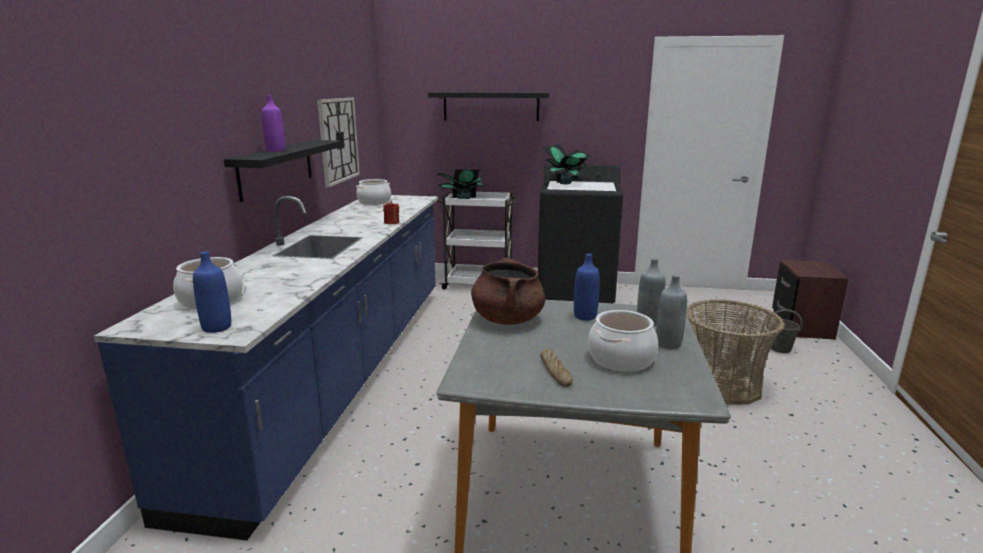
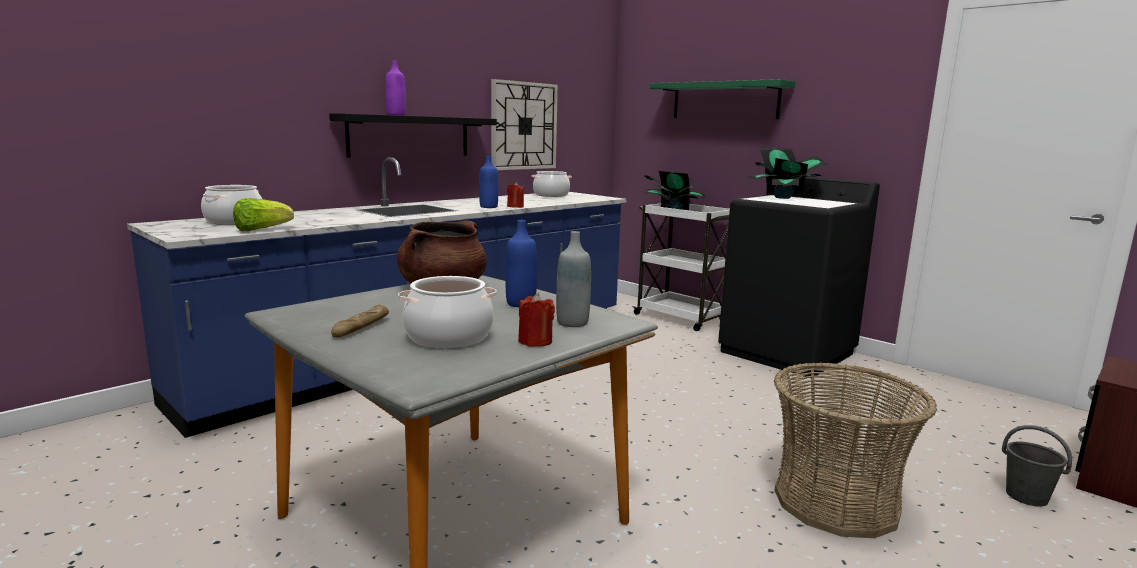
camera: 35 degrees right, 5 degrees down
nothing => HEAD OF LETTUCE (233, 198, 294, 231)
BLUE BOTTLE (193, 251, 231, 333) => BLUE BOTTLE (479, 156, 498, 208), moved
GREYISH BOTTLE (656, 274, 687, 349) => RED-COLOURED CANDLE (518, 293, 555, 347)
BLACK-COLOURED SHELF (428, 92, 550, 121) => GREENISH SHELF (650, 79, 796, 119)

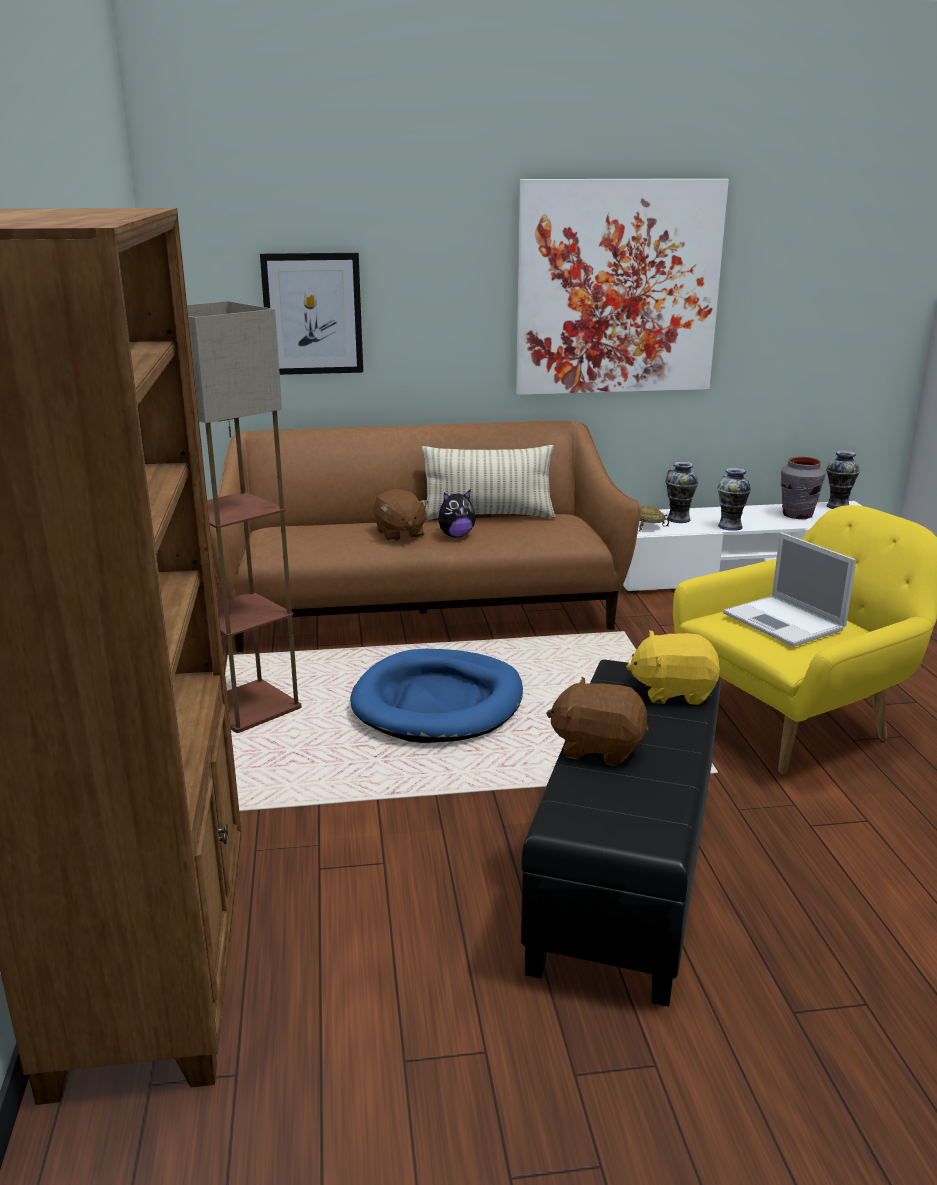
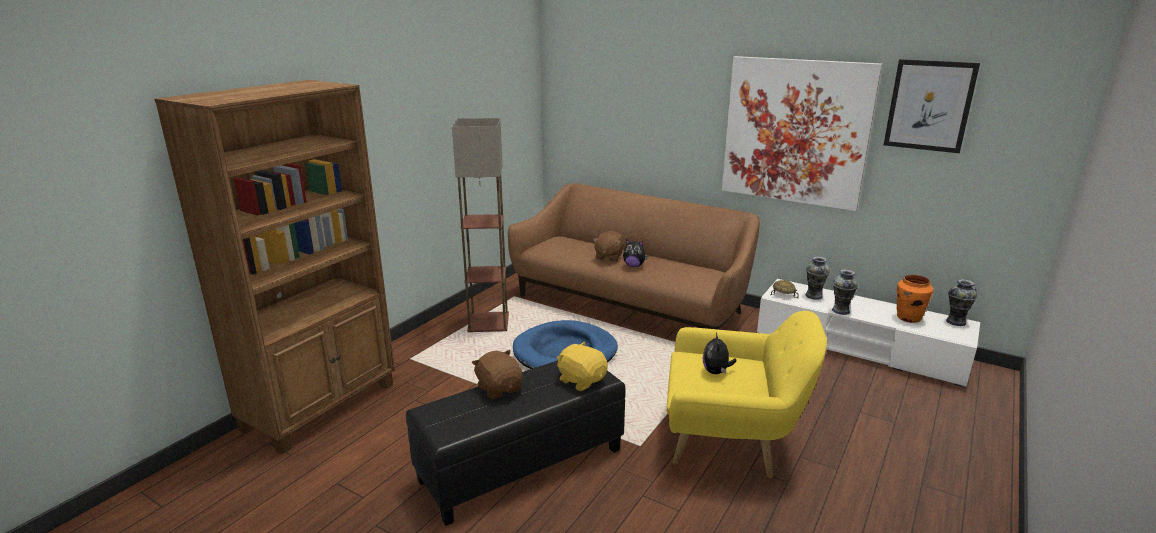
camera: 40 degrees right, 0 degrees up
THROW PILLOW (422, 445, 555, 520) => nothing
PICTURE (260, 253, 363, 375) => PICTURE (884, 59, 980, 153), moved
NOTEBOOK COMPUTER (723, 532, 856, 647) => SOFT TOY (702, 332, 736, 374)
GREYISH VASE (781, 457, 825, 519) => ORANGEY VASE (896, 275, 934, 323)

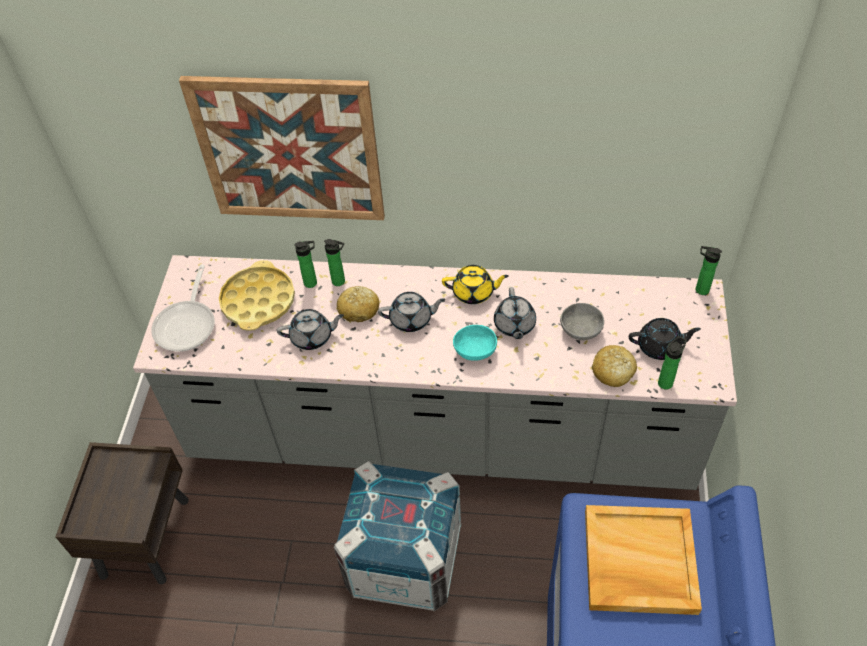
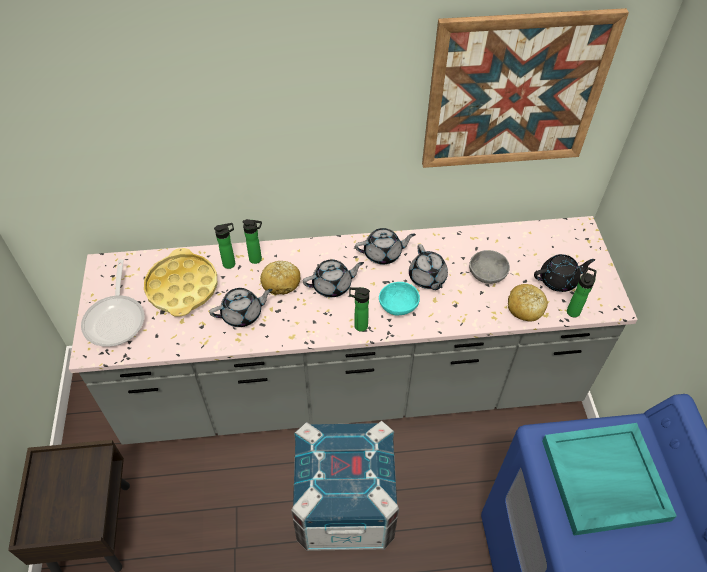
camera: 15 degrees left, 0 degrees up
PICTURE (179, 76, 385, 220) => PICTURE (422, 8, 629, 168), moved
BOTTLE (696, 246, 722, 295) => BOTTLE (349, 287, 370, 332), moved
YELLOWISH TEAPOT (442, 265, 509, 304) => GREYISH TEAPOT (355, 228, 416, 264)
BEIGE SERVING TRAY (585, 505, 702, 615) => TURQUOISE SERVING TRAY (542, 423, 677, 536)

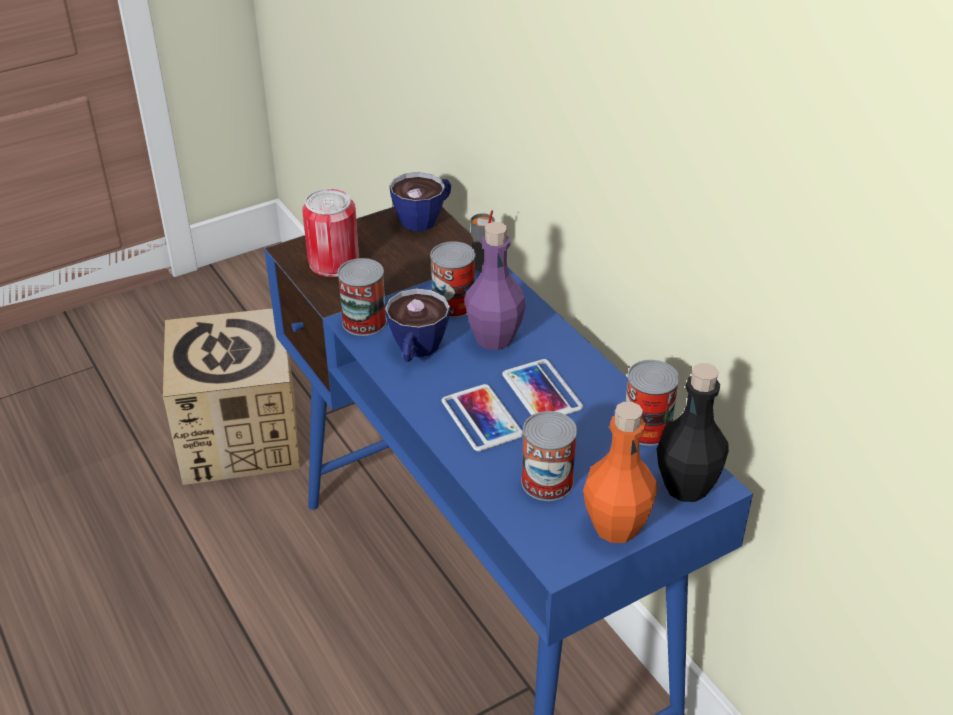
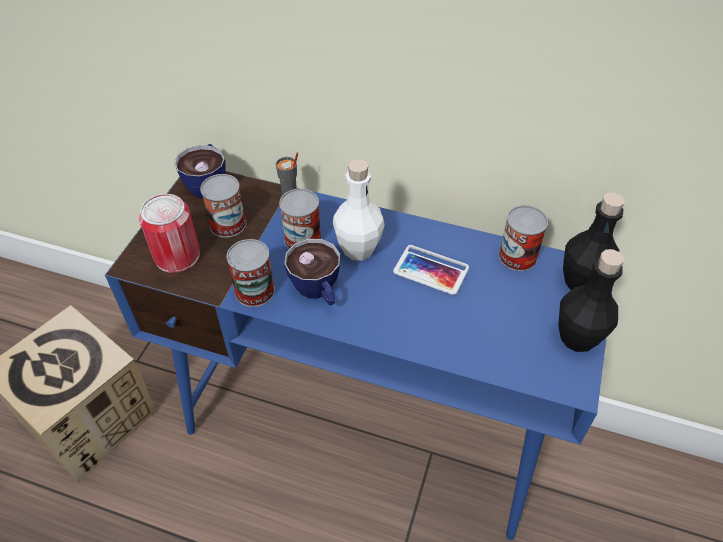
camera: 40 degrees left, 10 degrees up
TELEPHONE (442, 384, 523, 451) => nothing
METAL CAN (521, 411, 577, 501) => METAL CAN (200, 174, 246, 238), moved
PURPLE-COLOURED BOTTLE (464, 222, 526, 350) => WHITISH BOTTLE (333, 159, 385, 261)
ORANGEY BOTTLE (583, 402, 657, 543) => BLACK-COLOURED BOTTLE (558, 249, 624, 352)

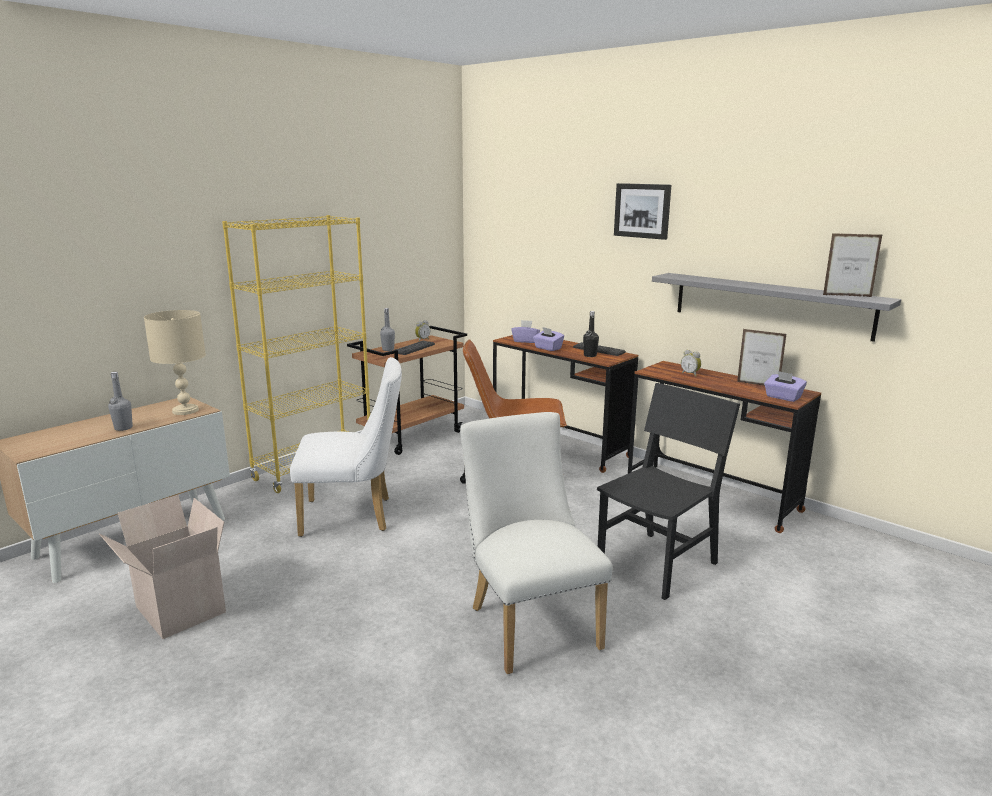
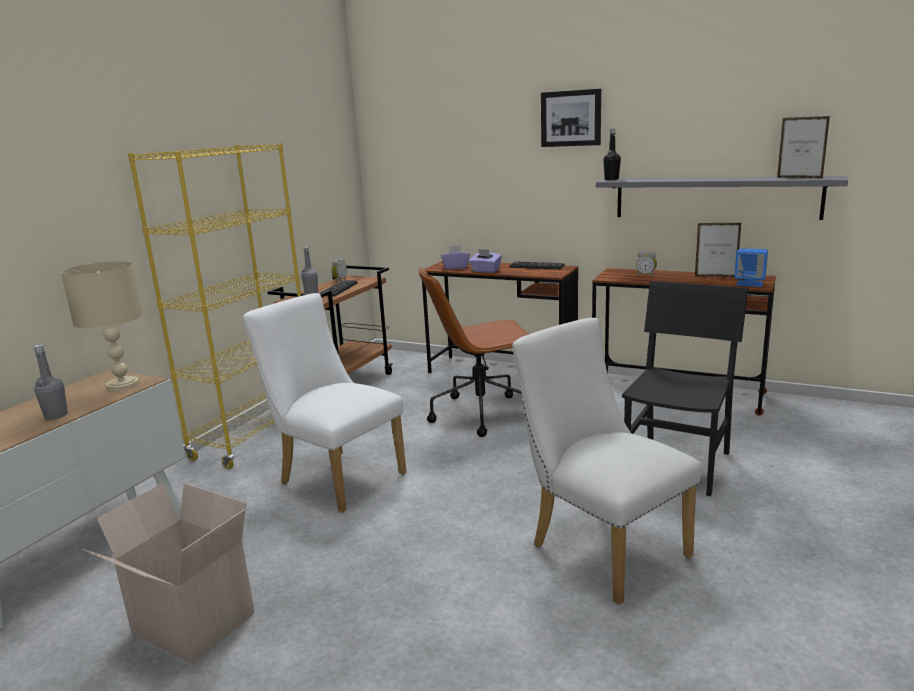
camera: 15 degrees left, 0 degrees up
BLACK-COLOURED BOTTLE (583, 311, 599, 357) => BLACK-COLOURED BOTTLE (603, 129, 621, 180), moved
PURPLE-COLOURED TISSUE BOX (764, 371, 807, 402) => BLUE SPEAKER (734, 249, 768, 287)
WHITISH PLAIN CHAIR (290, 357, 402, 537) => WHITISH PLAIN CHAIR (243, 293, 407, 513), 120 degrees counterclockwise
STANDING FRAME (823, 233, 882, 297) => STANDING FRAME (777, 116, 830, 178), 45 degrees clockwise

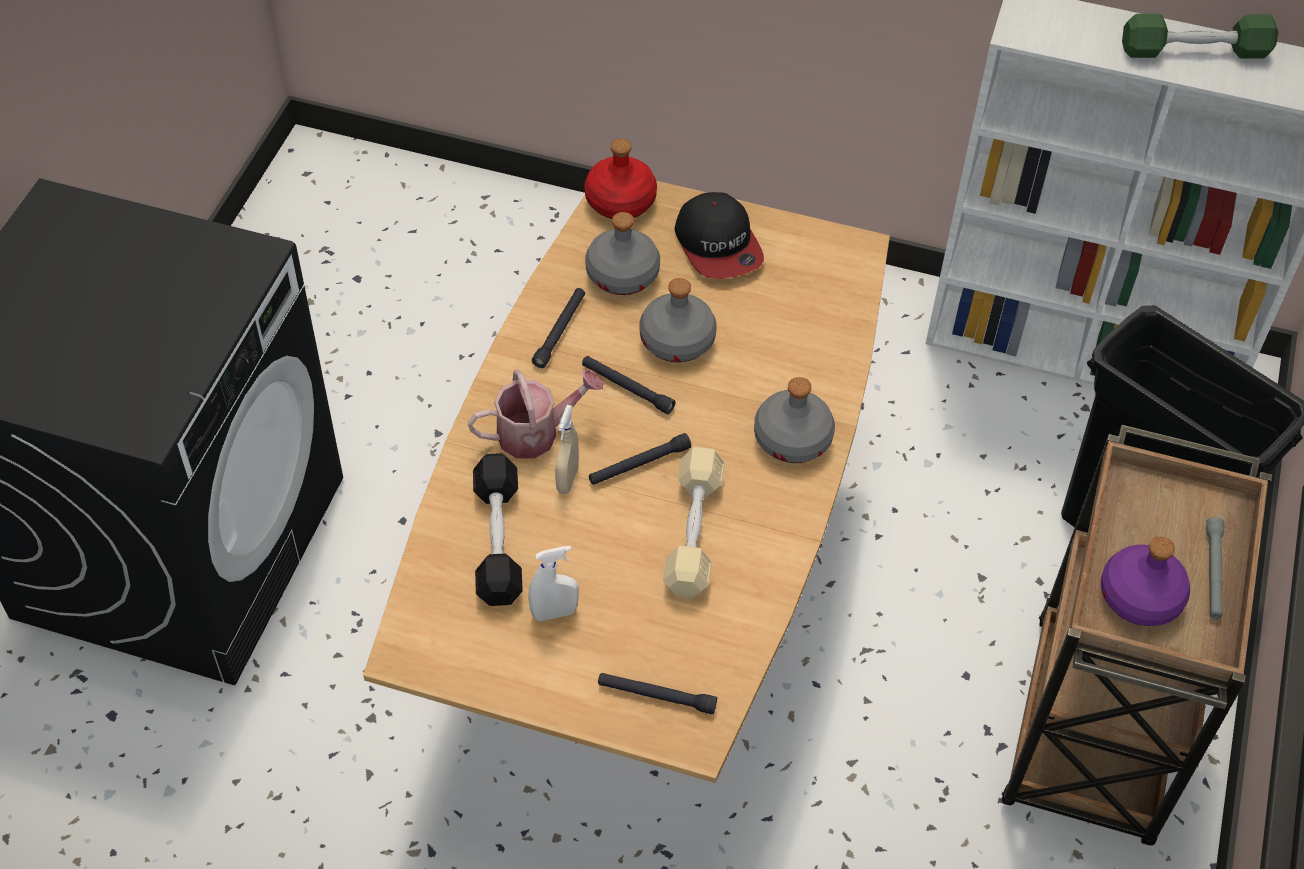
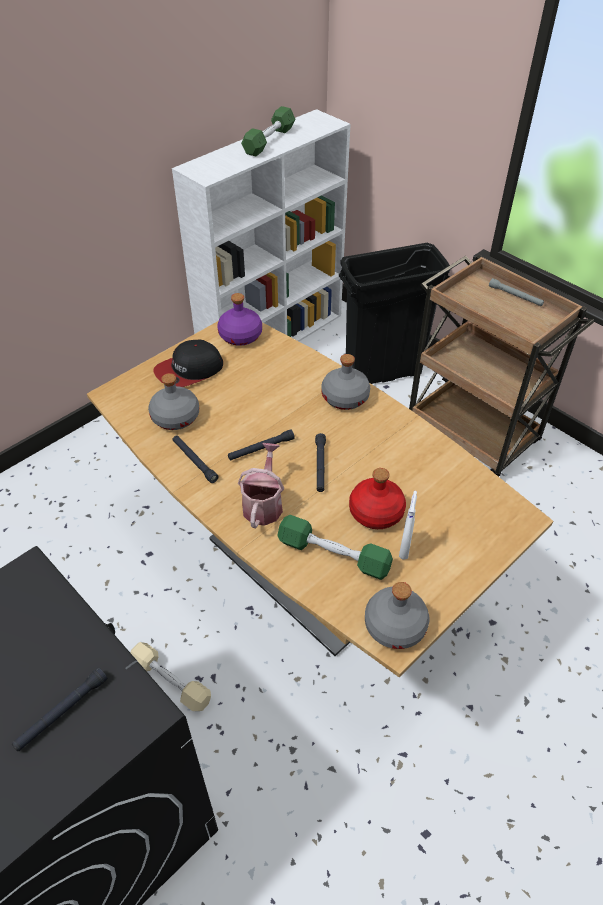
camera: 60 degrees left, 5 degrees down
BEIGE SPRAYER (555, 405, 579, 494) => nothing
RED-COLOURED BOTTLE (585, 138, 657, 219) => RED-COLOURED BOTTLE (349, 468, 406, 529), moved
BLACK-COLOURED HAND TORCH (598, 673, 717, 715) => BLACK-COLOURED HAND TORCH (12, 667, 108, 751), moved
GREYISH BOTTLE (639, 278, 717, 362) => GREYISH BOTTLE (365, 582, 429, 649), moved
BEIGE HAND WEIGHT (663, 447, 725, 599) => BEIGE HAND WEIGHT (130, 642, 211, 711), moved
PURPLE-COLOURED BOTTLE (1101, 537, 1190, 626) => PURPLE-COLOURED BOTTLE (217, 293, 262, 346), moved
BLACK-COLOURED HAND WEIGHT (473, 453, 523, 606) => GREENISH HAND WEIGHT (277, 515, 393, 580)
BASEBALL CAP (674, 192, 764, 279) => BASEBALL CAP (154, 340, 223, 387), 135 degrees clockwise

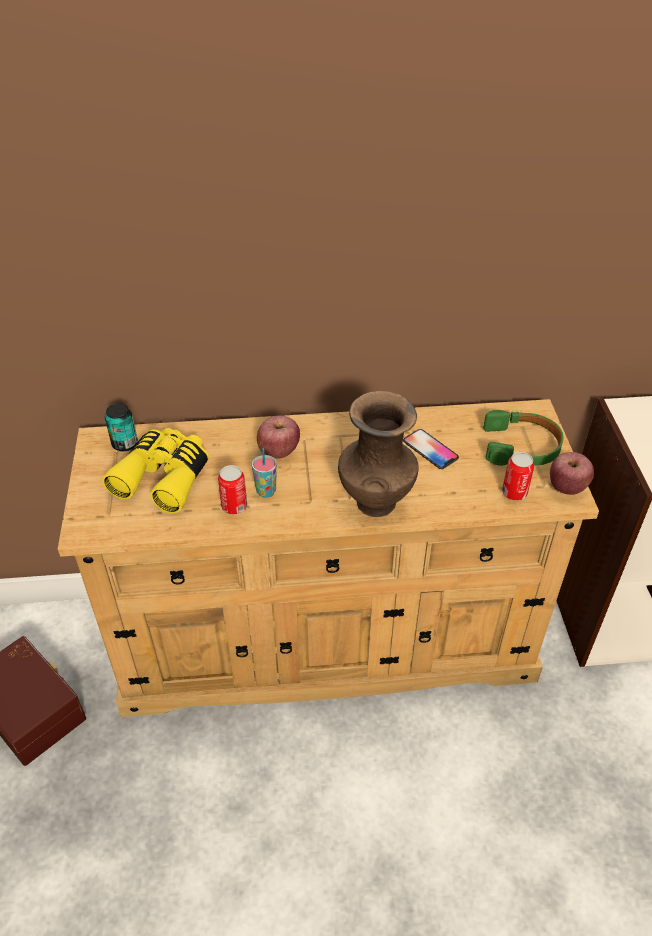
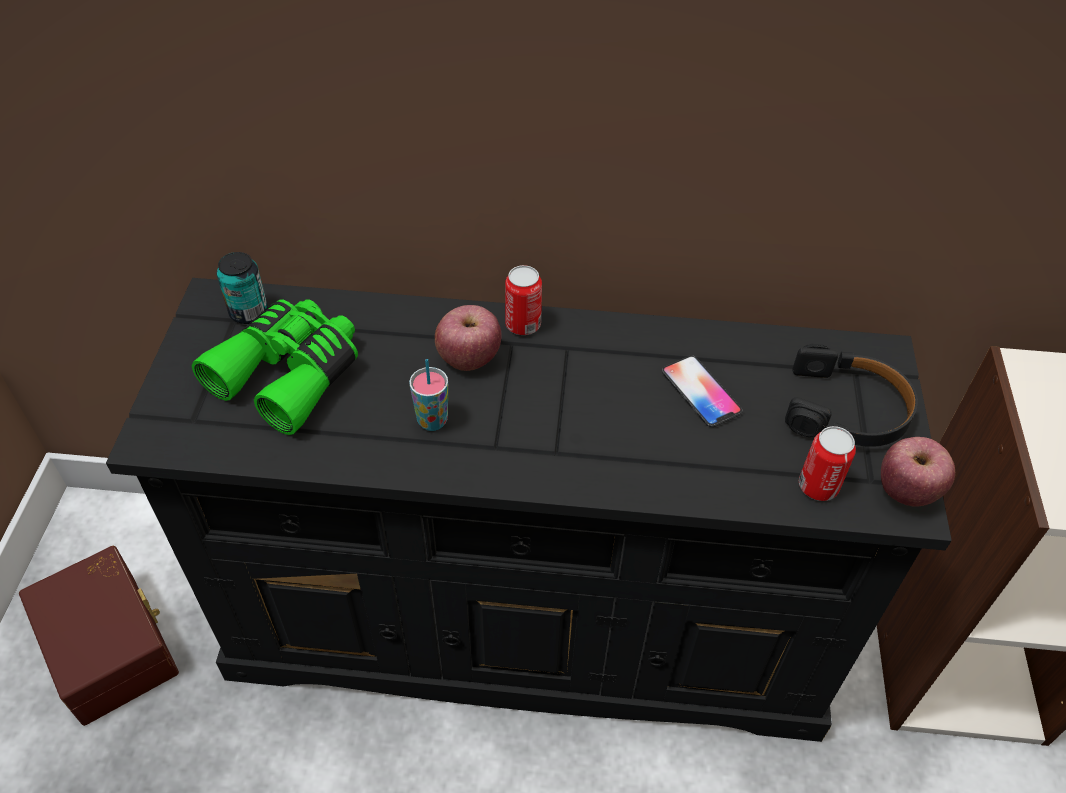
camera: 10 degrees right, 5 degrees up
BROWNISH VASE (338, 391, 419, 517) => nothing
METAL CAN (218, 465, 247, 515) => METAL CAN (505, 265, 542, 335), moved
BEIGE CHEST OF DRAWERS (58, 399, 599, 717) => BLACK-COLOURED CHEST OF DRAWERS (106, 278, 952, 742)
YELLOWISH FIELD GLASSES (102, 428, 209, 514) => GREENISH FIELD GLASSES (192, 299, 358, 435)
GREENISH PAIR OF HEADPHONES (483, 410, 564, 466) => BLACK-COLOURED PAIR OF HEADPHONES (785, 344, 918, 447)

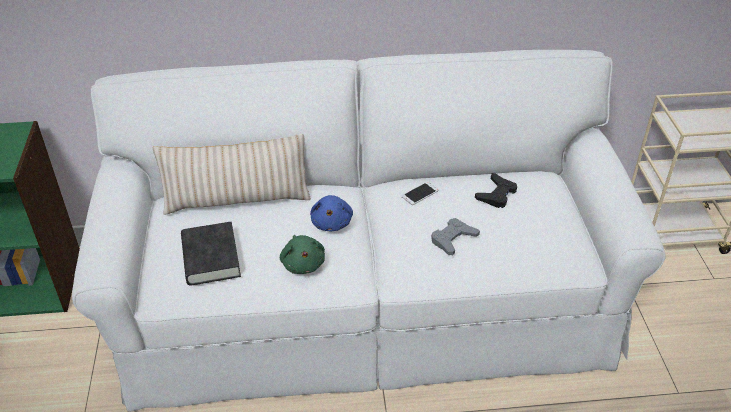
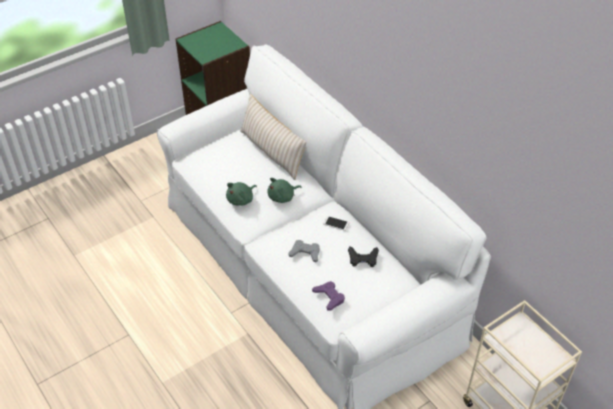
camera: 60 degrees right, 5 degrees up
BLACK-COLOURED BOOK (181, 222, 241, 286) => nothing
nothing => PURPLE-COLOURED JOYPAD (312, 281, 345, 311)
BLUE SOFT TOY (310, 195, 353, 231) => GREENISH SOFT TOY (267, 178, 301, 203)

